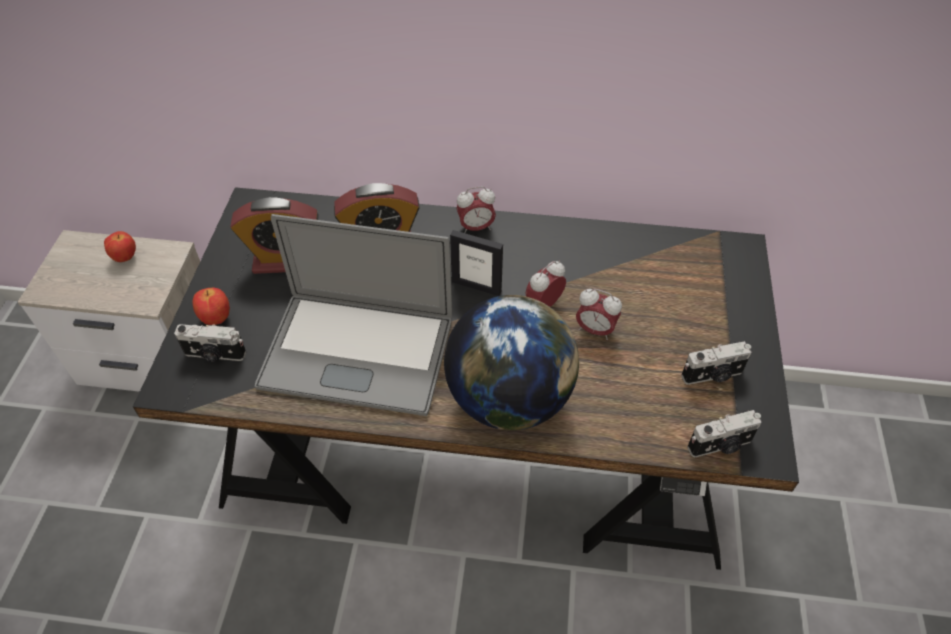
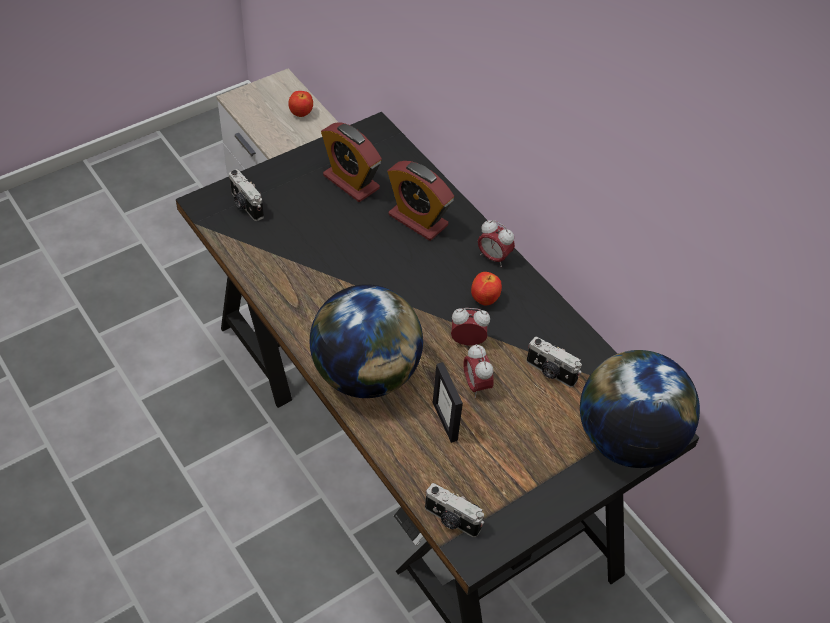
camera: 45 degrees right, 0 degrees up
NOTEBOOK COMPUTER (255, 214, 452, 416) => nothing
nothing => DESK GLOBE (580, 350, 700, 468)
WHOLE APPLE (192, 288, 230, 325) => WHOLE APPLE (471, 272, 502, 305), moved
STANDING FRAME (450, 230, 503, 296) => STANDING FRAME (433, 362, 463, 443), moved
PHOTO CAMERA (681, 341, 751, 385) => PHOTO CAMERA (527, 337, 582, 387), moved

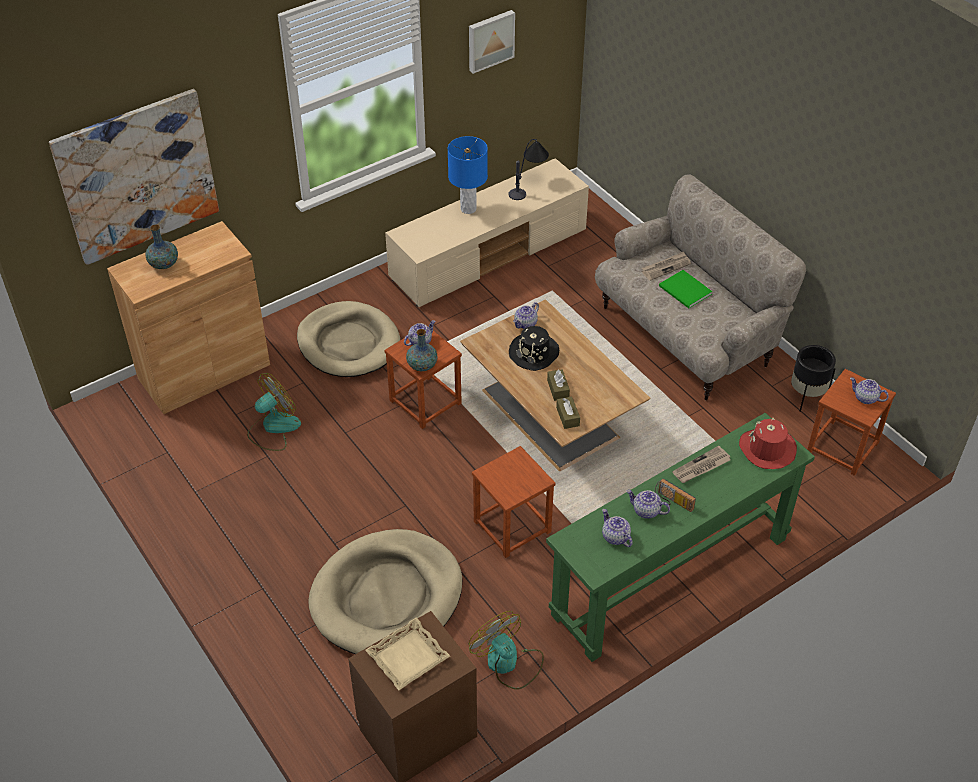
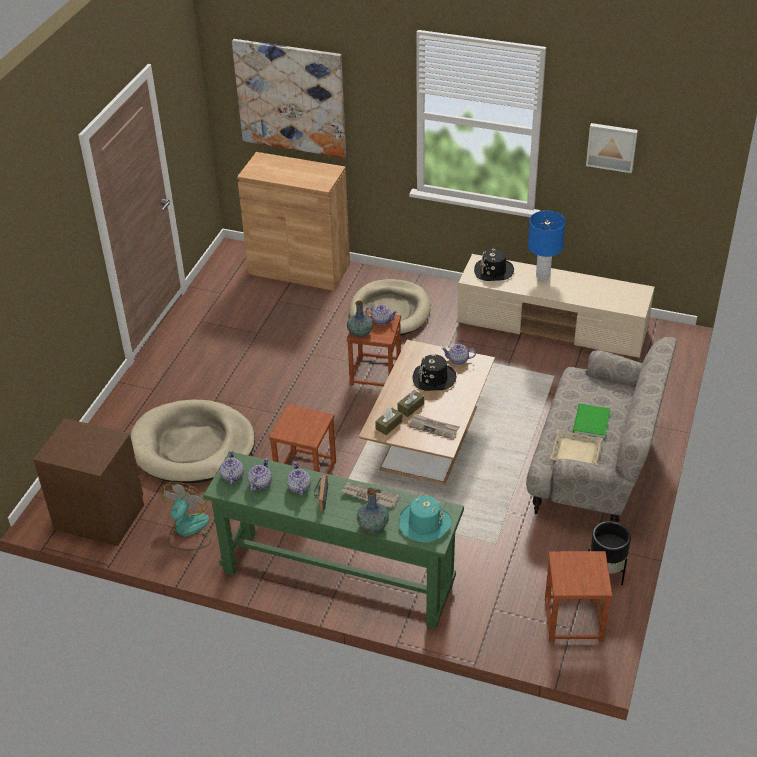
camera: 55 degrees right, 5 degrees down
FAN (247, 373, 301, 451) => nothing
TABLE LAMP (508, 139, 549, 200) => nothing
nothing => BLACK-COLOURED WEARABLE HAT (474, 249, 514, 281)
VASE (145, 224, 178, 269) => VASE (357, 489, 389, 532), moved
BEIGE SERVING TRAY (365, 617, 450, 690) => BEIGE SERVING TRAY (550, 430, 603, 465), moved
DAILY PAPER (642, 251, 691, 281) => DAILY PAPER (407, 414, 459, 439), moved
TEAPOT (850, 377, 889, 404) => TEAPOT (220, 450, 244, 485), moved
RED-COLOURED WEARABLE HAT (739, 418, 797, 469) => TURQUOISE WEARABLE HAT (399, 494, 452, 543)

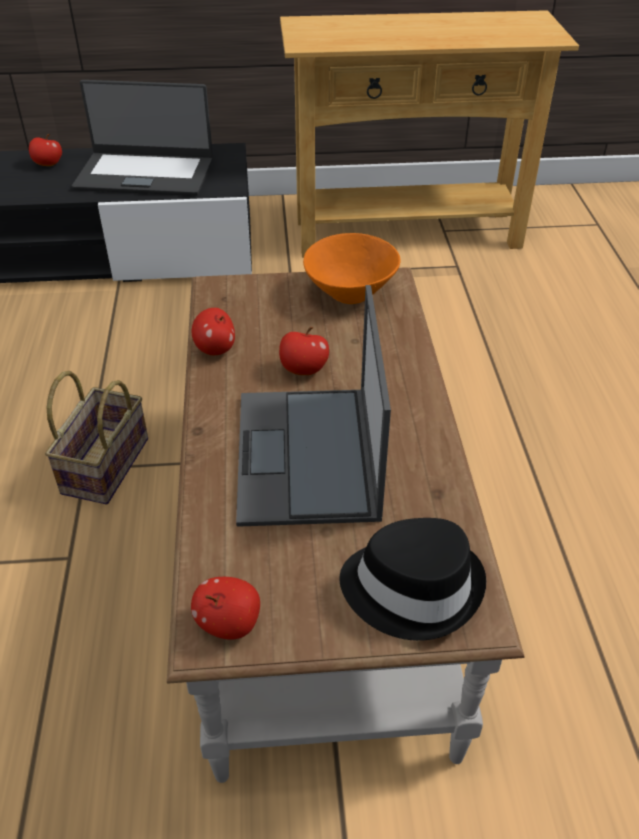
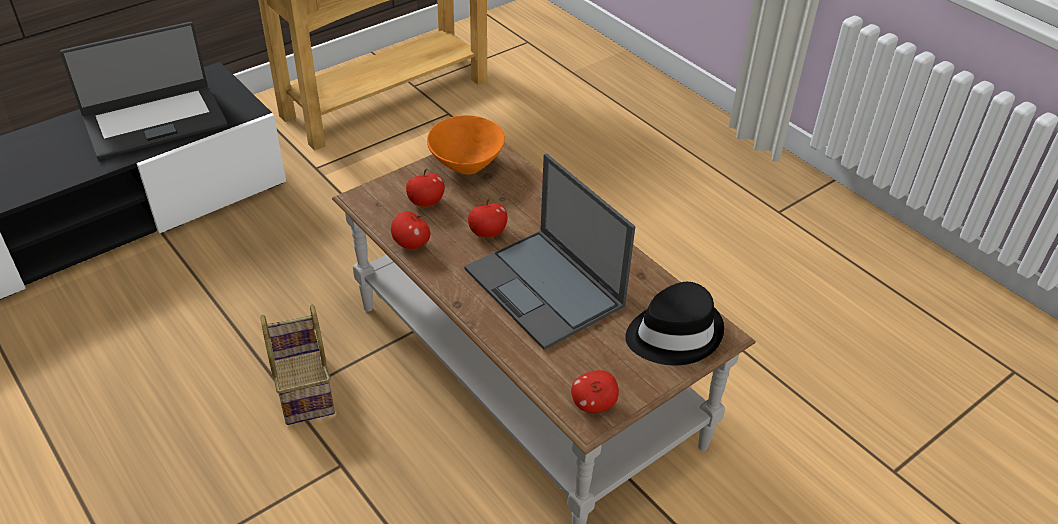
camera: 35 degrees left, 0 degrees up
WHOLE APPLE (29, 134, 62, 166) => WHOLE APPLE (406, 169, 445, 207), moved

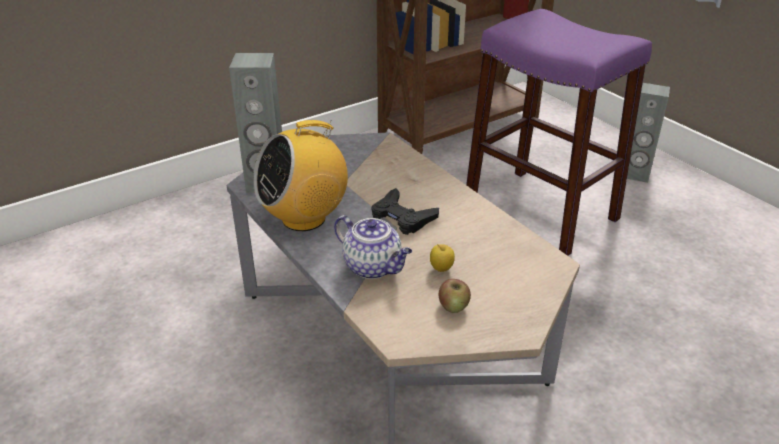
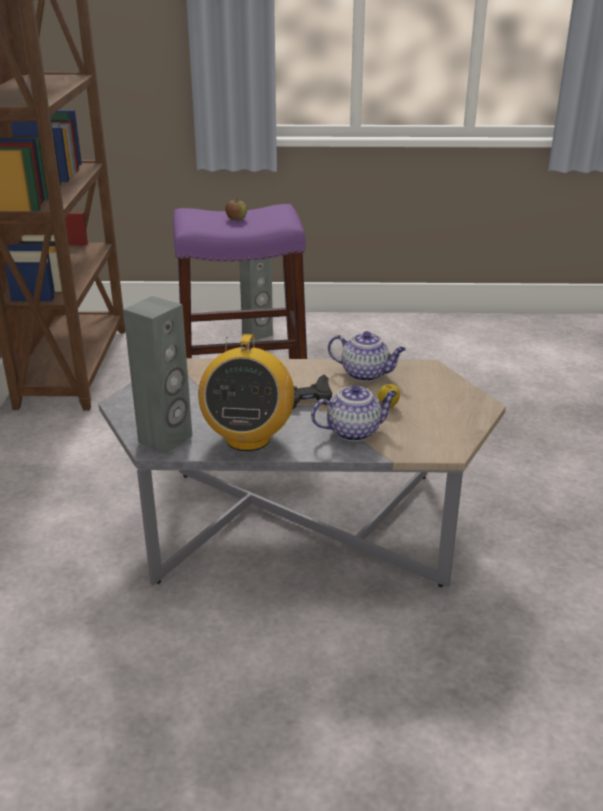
camera: 55 degrees left, 5 degrees down
nothing => TEAPOT (328, 331, 406, 382)
WHOLE APPLE (439, 279, 471, 313) => WHOLE APPLE (225, 199, 247, 220), moved

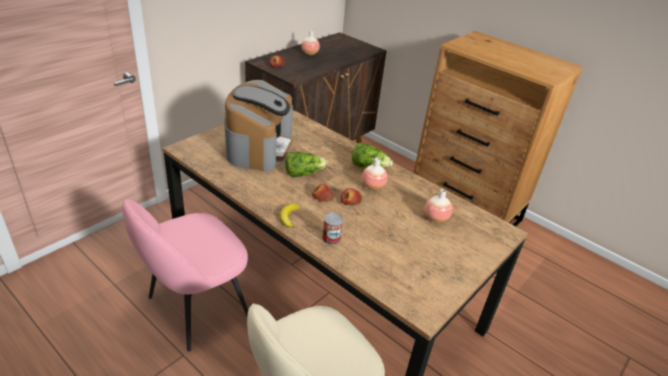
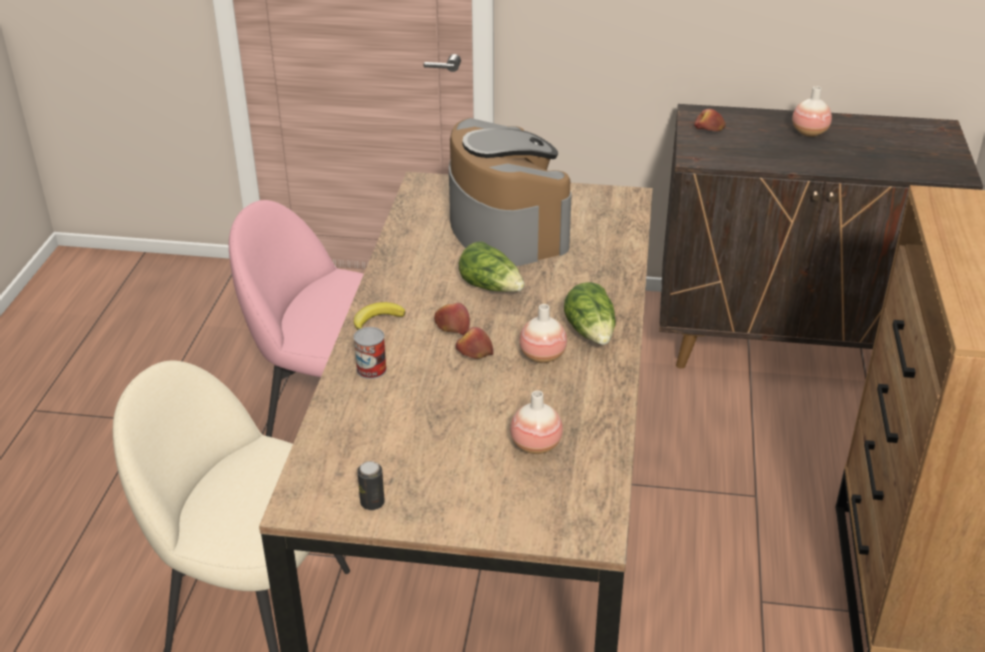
camera: 60 degrees right, 0 degrees up
nothing => METAL CAN (357, 461, 385, 510)
COFFEE BREWER (224, 80, 293, 172) => COFFEE BREWER (449, 118, 572, 266), 90 degrees counterclockwise

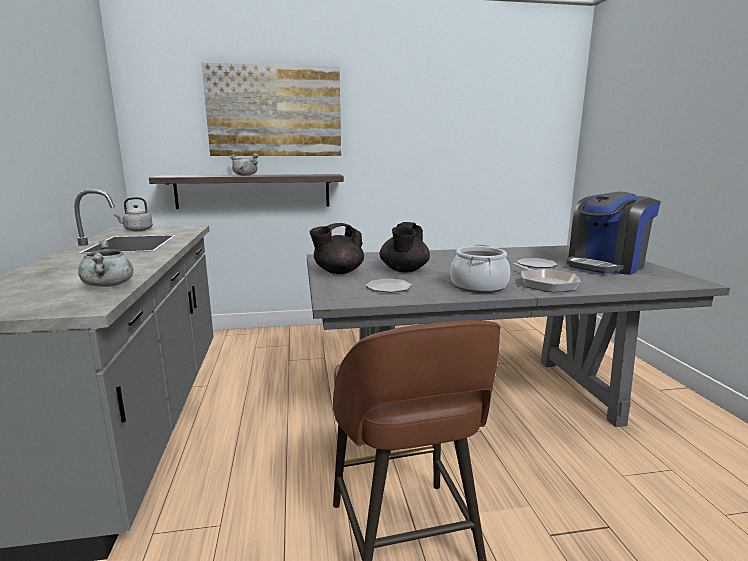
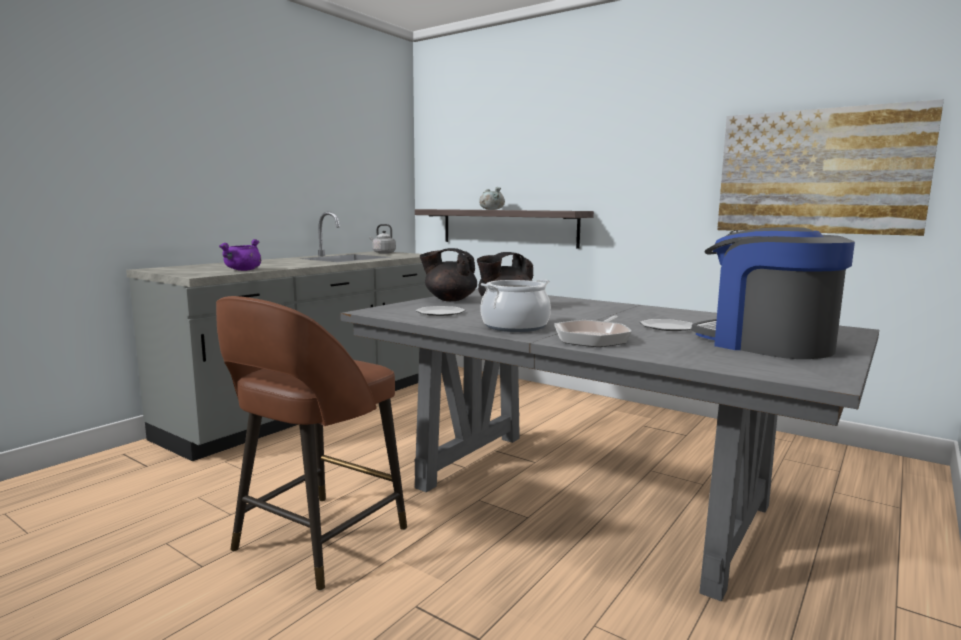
camera: 45 degrees right, 5 degrees down
PICTURE (202, 62, 341, 156) => PICTURE (717, 99, 944, 236), moved
GREYISH SAUCEPOT (78, 240, 133, 287) => PURPLE-COLOURED SAUCEPOT (219, 239, 261, 271)
COFFEE BREWER (567, 192, 661, 275) => COFFEE BREWER (691, 227, 855, 359), 45 degrees clockwise

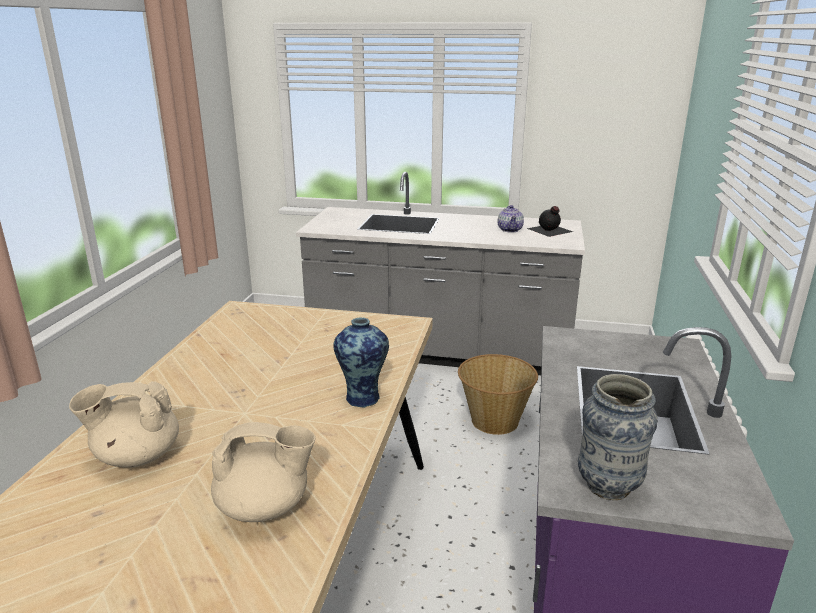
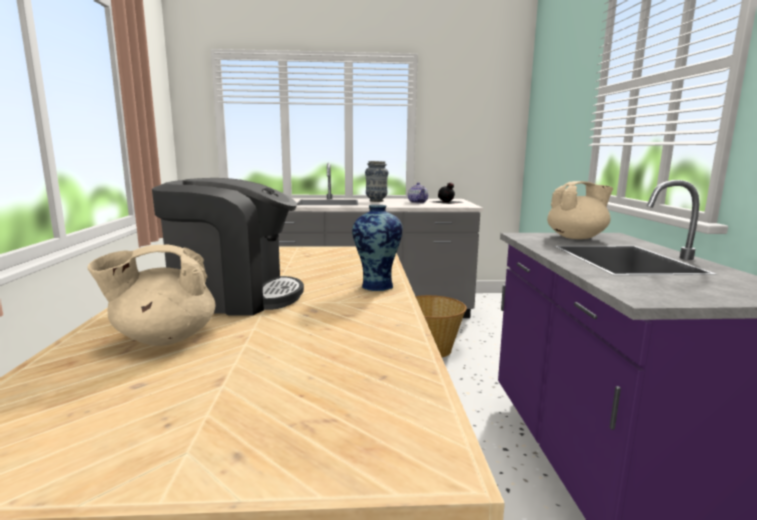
camera: 15 degrees left, 10 degrees down
nothing => COFFEE BREWER (152, 178, 304, 316)
BEIGE TEAPOT (211, 422, 315, 522) => BEIGE TEAPOT (547, 181, 613, 239), moved
VASE (578, 374, 658, 500) => VASE (365, 161, 388, 202), moved

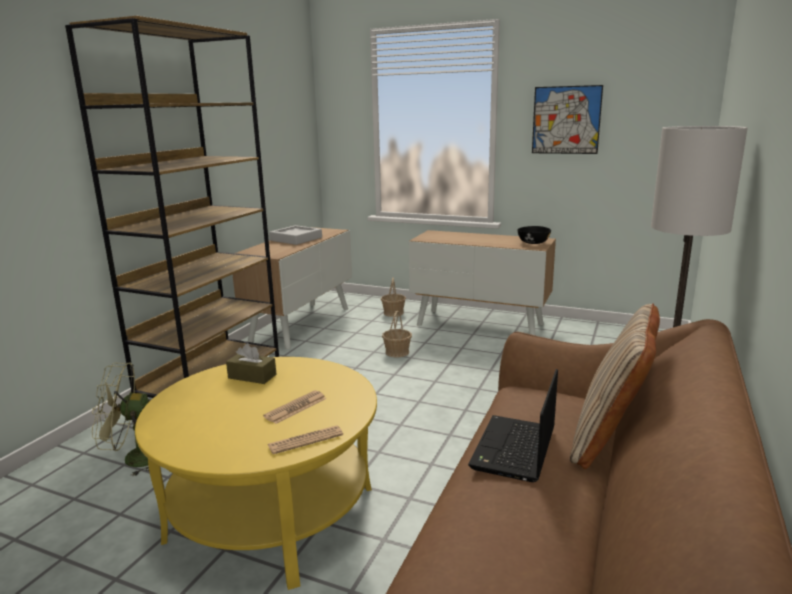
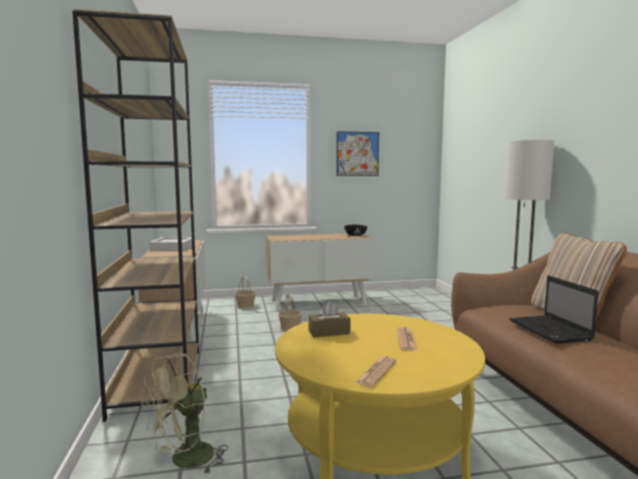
camera: 35 degrees left, 10 degrees down
DAILY PAPER (268, 425, 343, 454) => DAILY PAPER (355, 356, 397, 387), moved

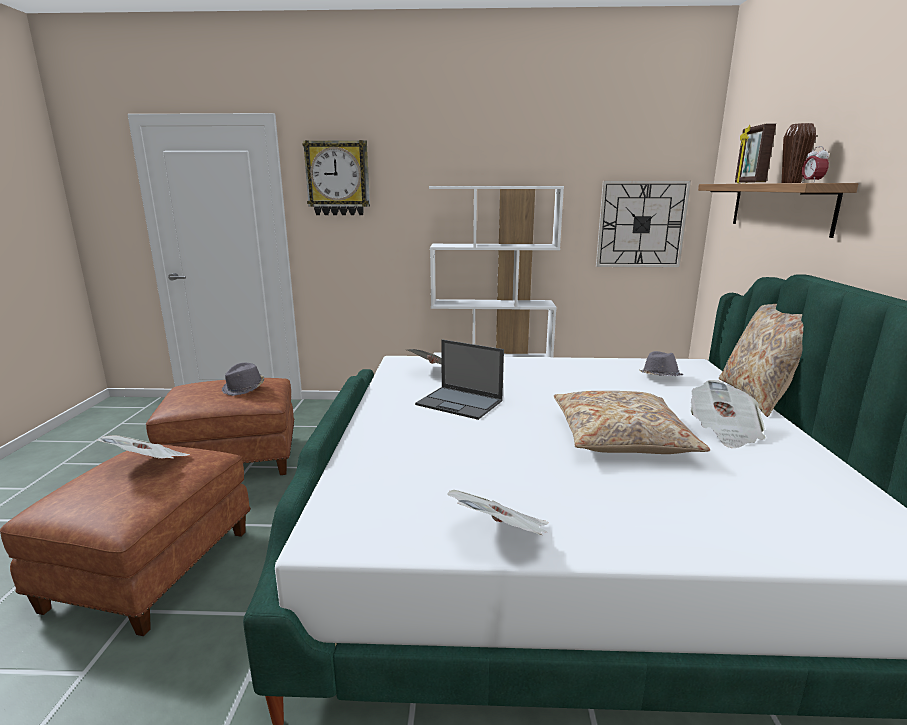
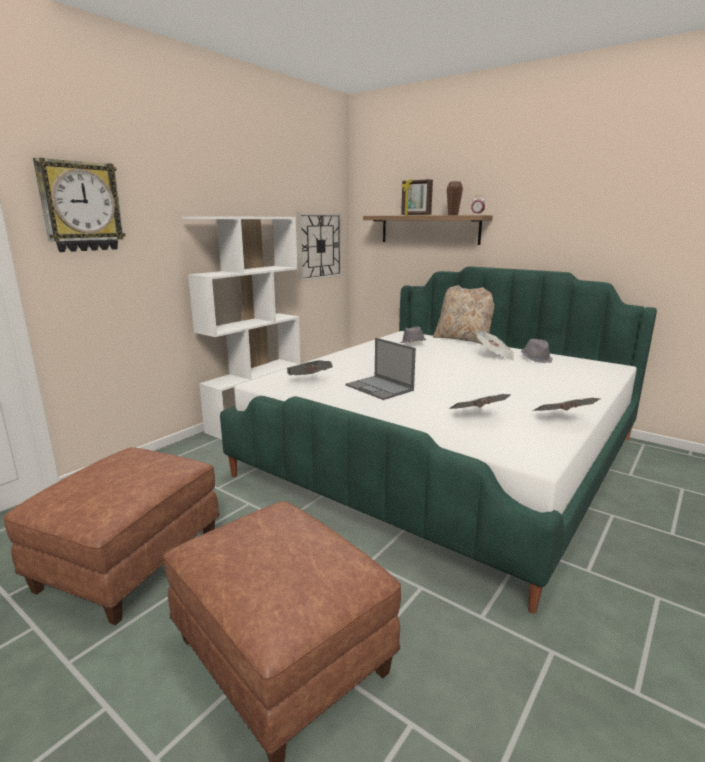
camera: 55 degrees left, 0 degrees up
BEIGE THROW PILLOW (554, 391, 710, 454) => nothing
DAILY PAPER (97, 435, 190, 459) => DAILY PAPER (450, 394, 511, 409), moved
GREYISH WEARABLE HAT (222, 363, 264, 396) => GREYISH WEARABLE HAT (521, 339, 553, 363), moved
NOTEBOOK COMPUTER (415, 339, 504, 420) => NOTEBOOK COMPUTER (345, 338, 416, 400), 75 degrees clockwise

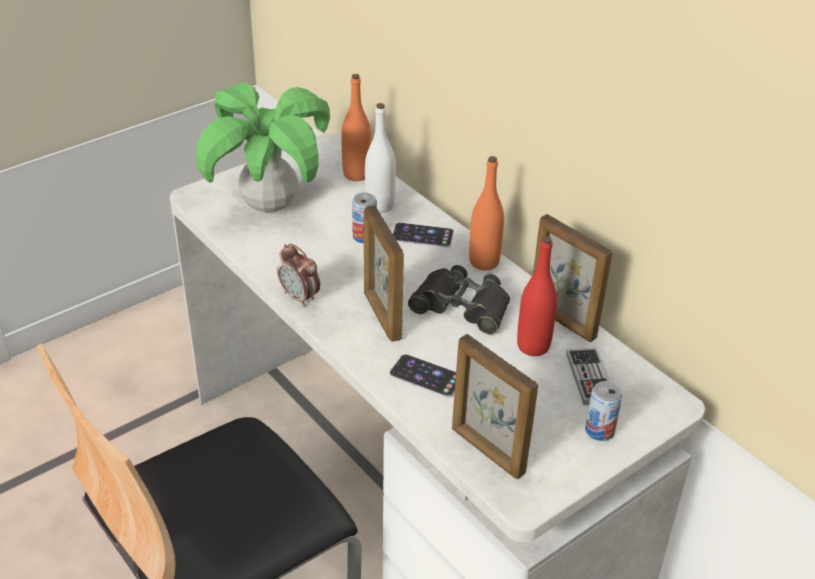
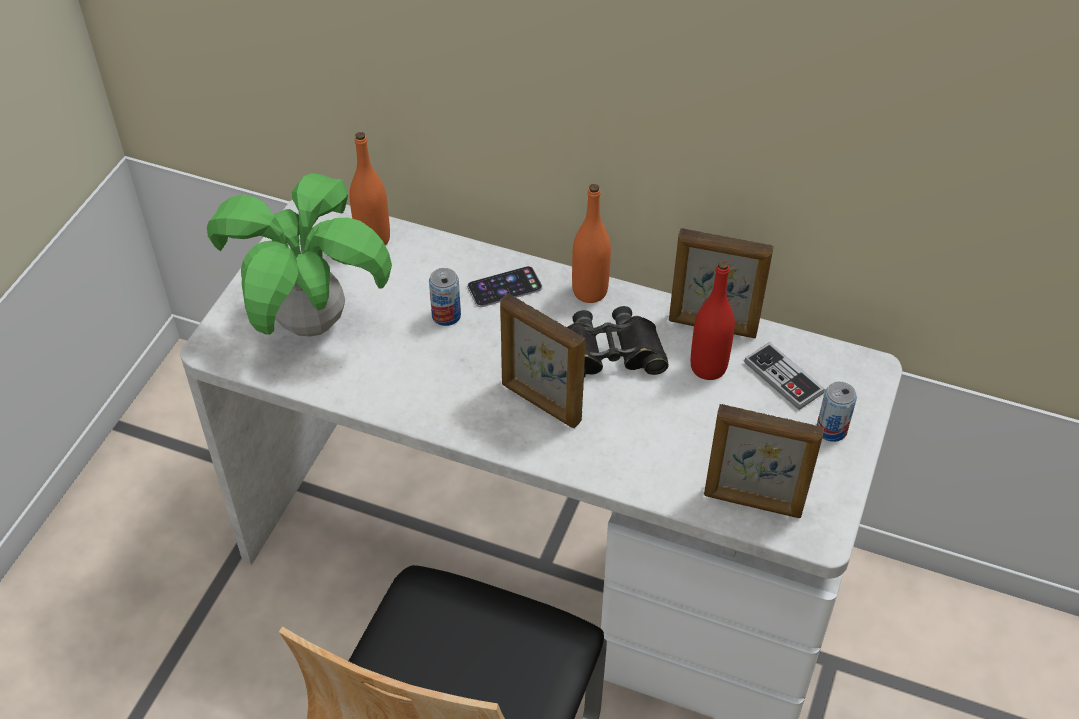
camera: 30 degrees left, 10 degrees up
ALARM CLOCK (277, 244, 320, 307) => nothing
WHITISH BOTTLE (365, 103, 396, 213) => nothing
TELEPHONE (390, 354, 456, 397) => nothing

